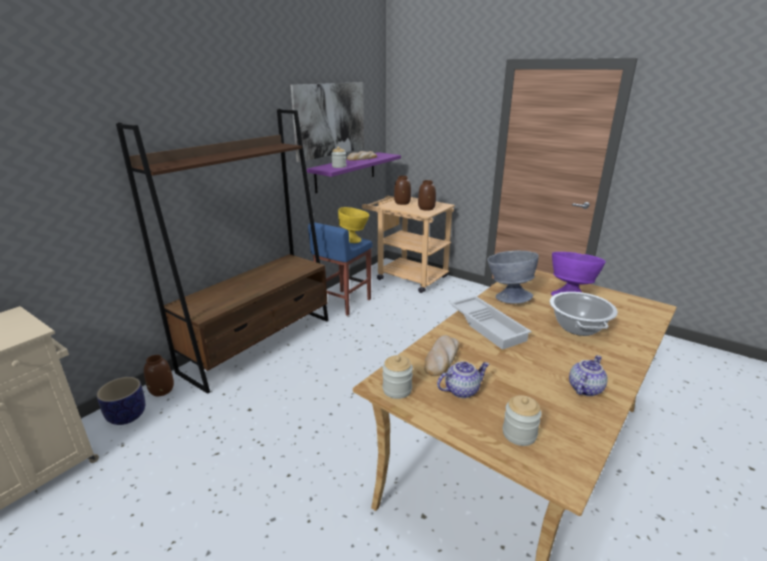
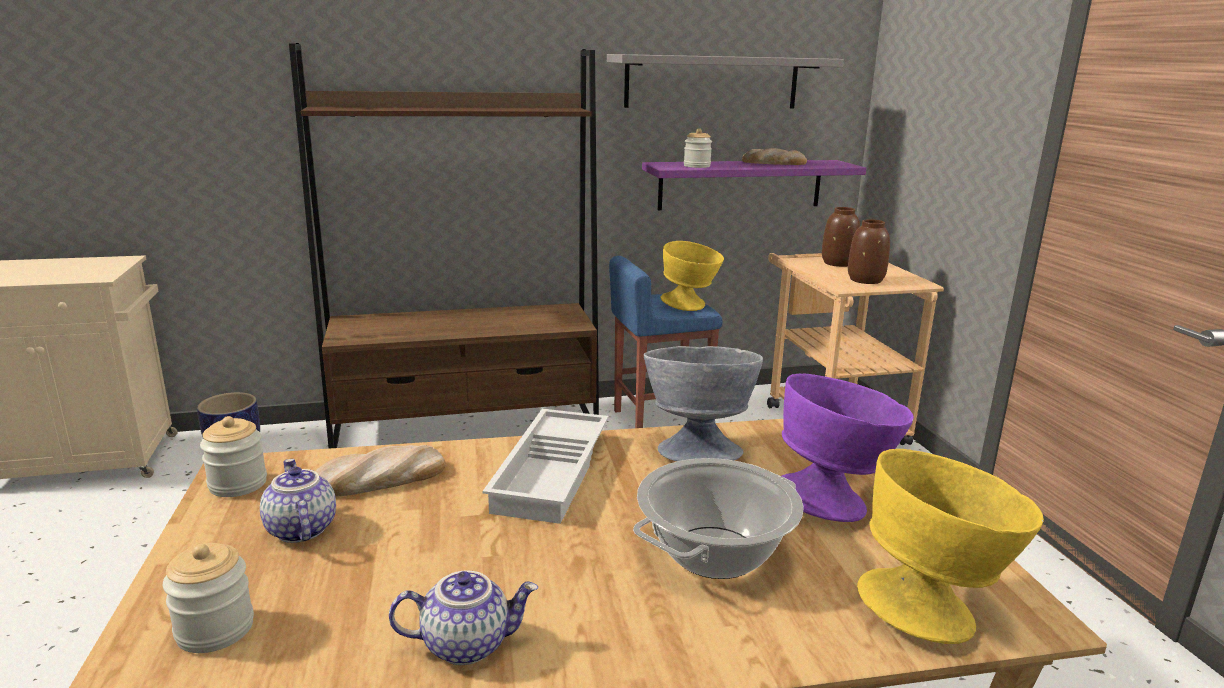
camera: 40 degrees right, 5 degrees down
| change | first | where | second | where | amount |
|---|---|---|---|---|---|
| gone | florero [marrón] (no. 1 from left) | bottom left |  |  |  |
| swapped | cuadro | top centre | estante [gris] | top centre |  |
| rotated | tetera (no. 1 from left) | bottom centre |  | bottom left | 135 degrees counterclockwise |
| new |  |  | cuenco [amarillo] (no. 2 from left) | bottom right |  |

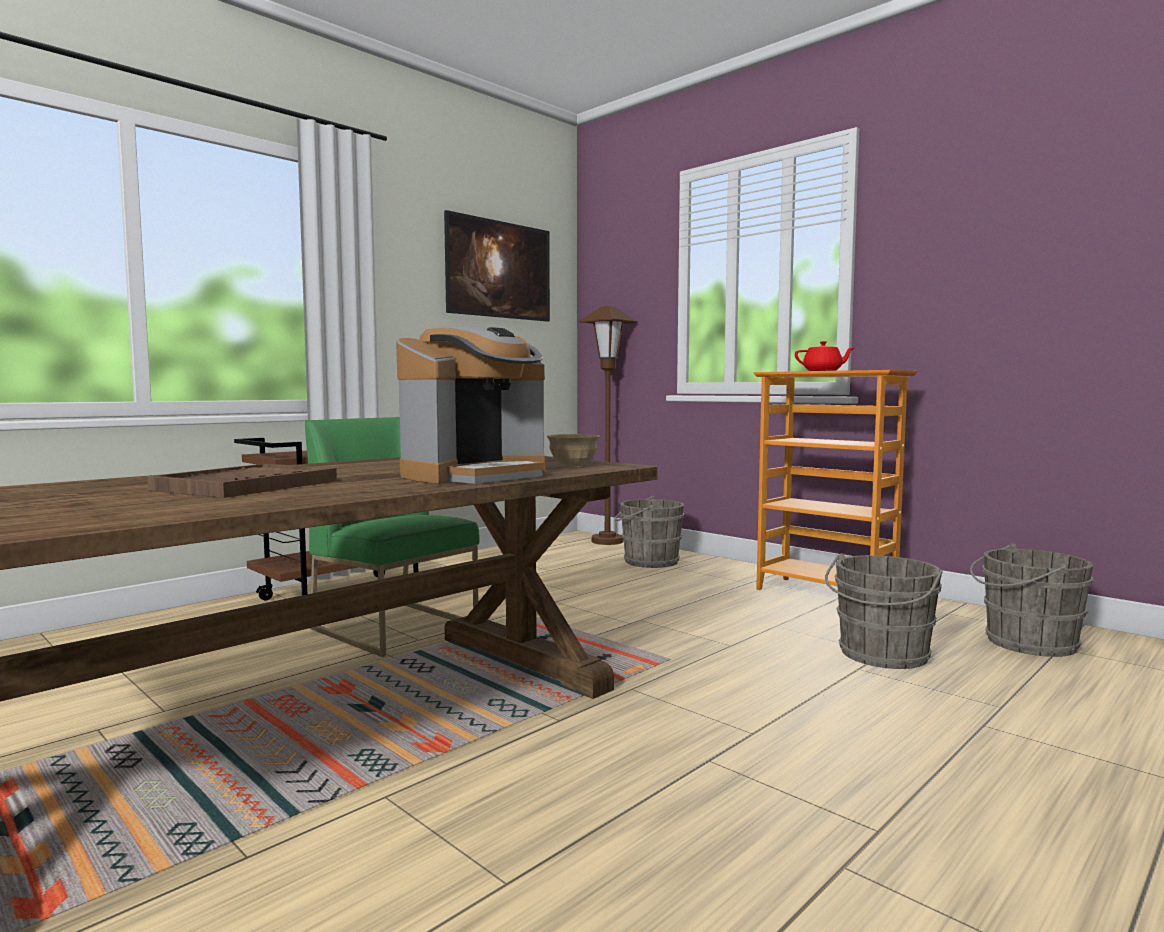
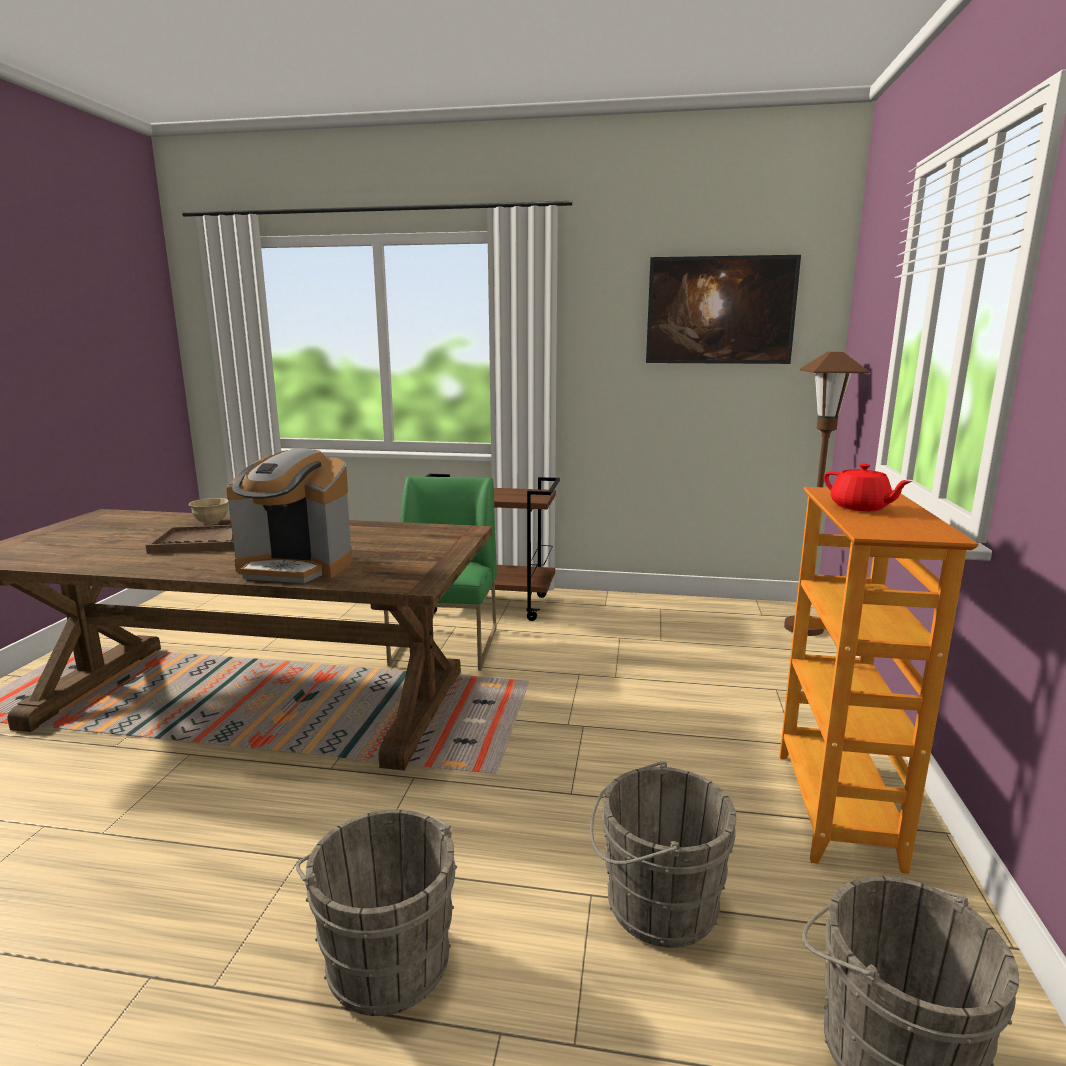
camera: 55 degrees right, 10 degrees up
| change | first | where | second | where | amount |
|---|---|---|---|---|---|
| shifted | cuenco [beis] | centre |  | middle left |  |
| shifted | cubo [gris] (no. 1 from left) | centre |  | bottom centre |  |

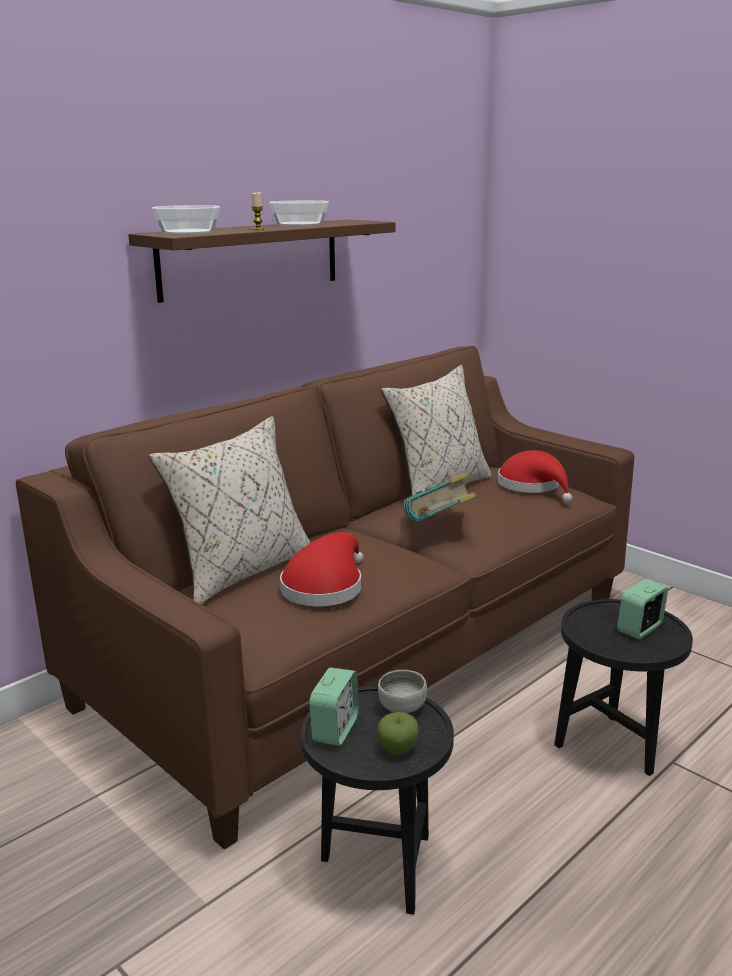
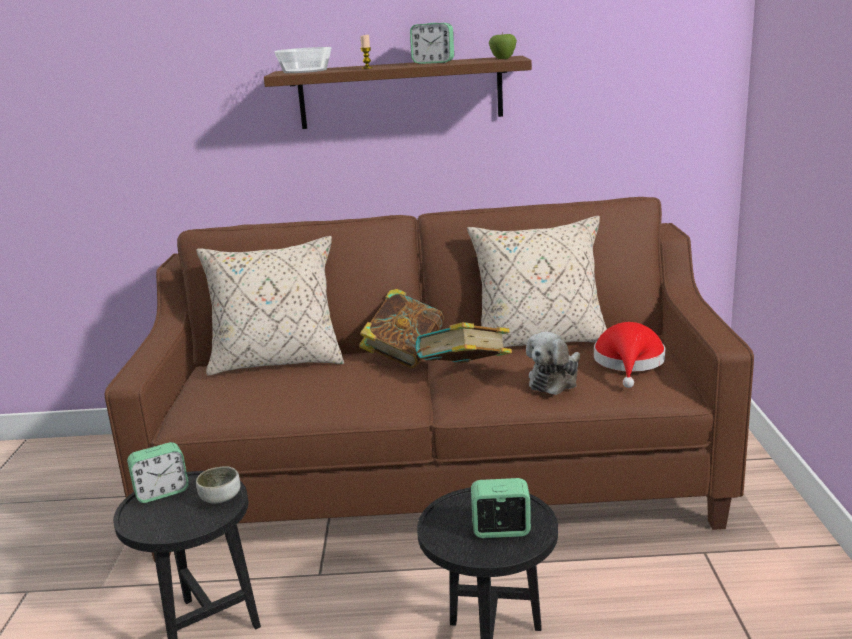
camera: 45 degrees right, 0 degrees up
| change | first | where | second | where | amount |
|---|---|---|---|---|---|
| swapped | cuenco (no. 2 from left) | top centre | despertador (no. 2 from left) | top centre |  |
| gone | sombrero [rojo] (no. 1 from left) | centre |  |  |  |
| shifted | manzana | bottom centre |  | top centre |  |
| new |  |  | libro (no. 1 from left) | centre |  |
| new |  |  | peluche | centre |  |

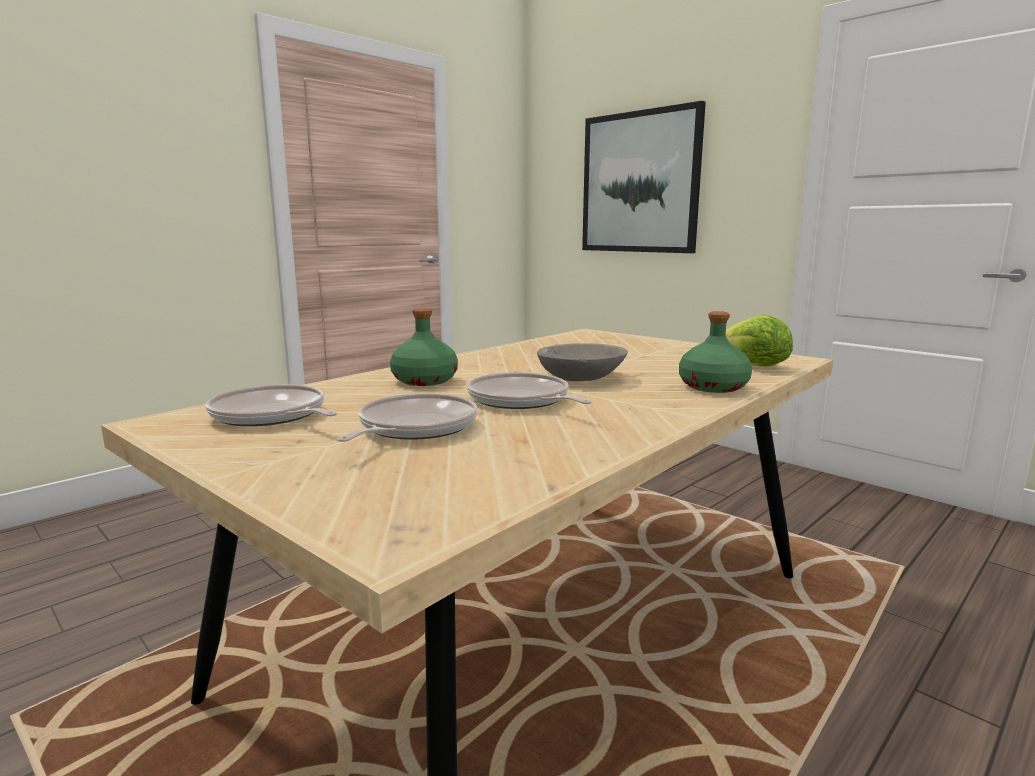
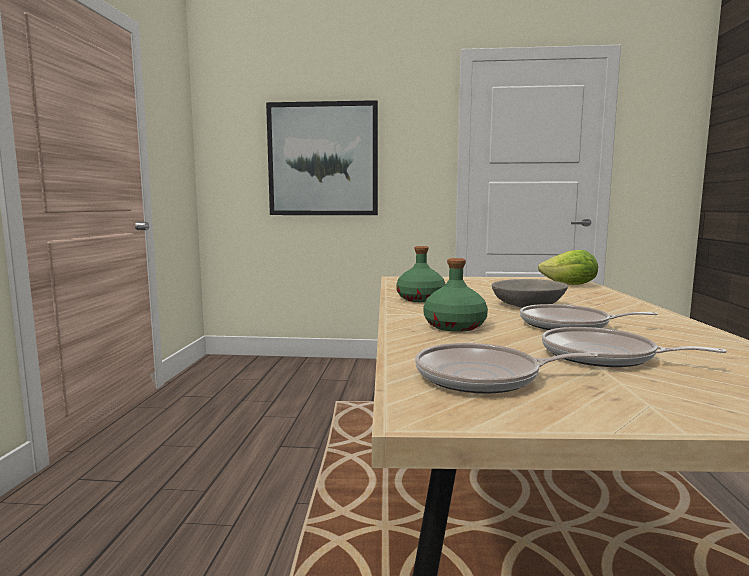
camera: 40 degrees left, 5 degrees down
| change | first | where | second | where | amount |
|---|---|---|---|---|---|
| rotated | sartén (no. 2 from left in the first image) | centre | sartén (no. 3 from left) | middle right | 45 degrees counterclockwise |
| shifted | botella [verde] (no. 2 from left in the first image) | middle right | botella [verde] (no. 1 from left) | centre |  |

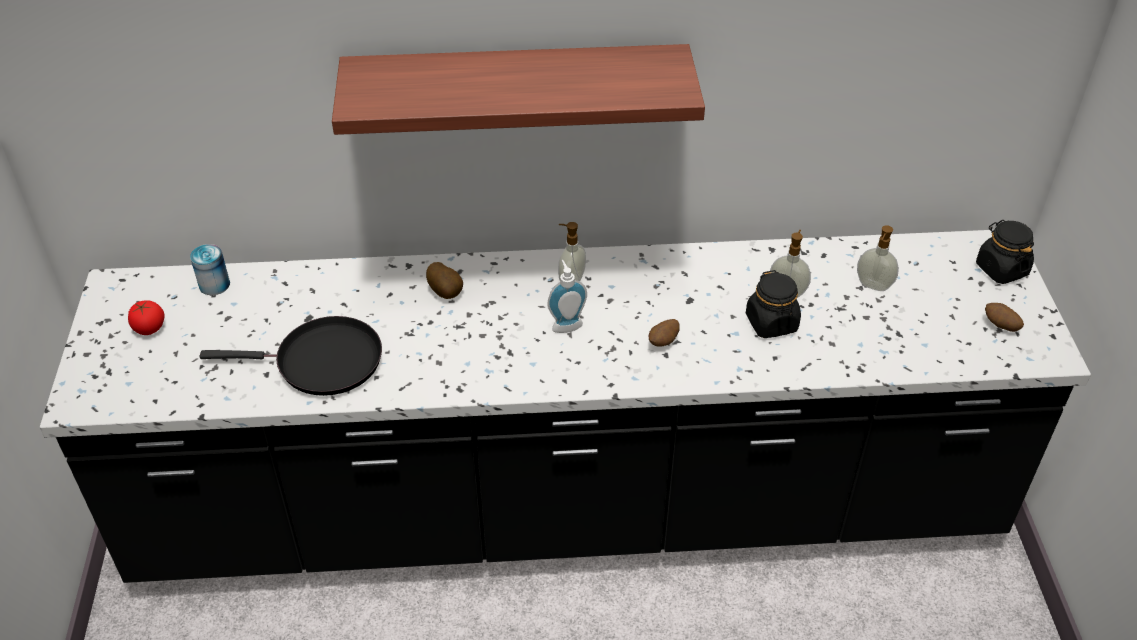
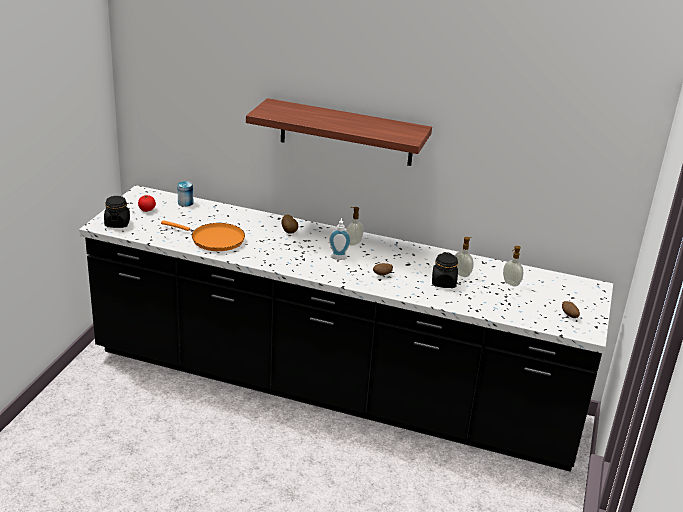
camera: 20 degrees right, 15 degrees down
| change | first | where | second | where | amount |
|---|---|---|---|---|---|
| repainted | sartén [negro] | middle left | sartén [naranja] | middle left |  |
| shifted | tarro [negro] (no. 2 from left in the first image) | middle right | tarro [negro] (no. 1 from left) | middle left |  |

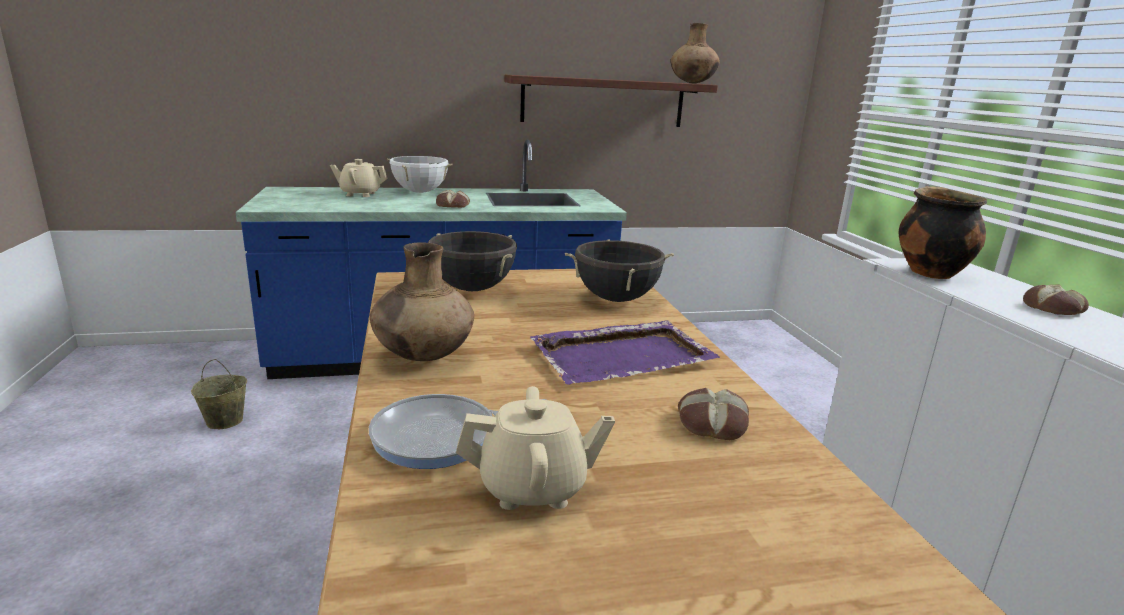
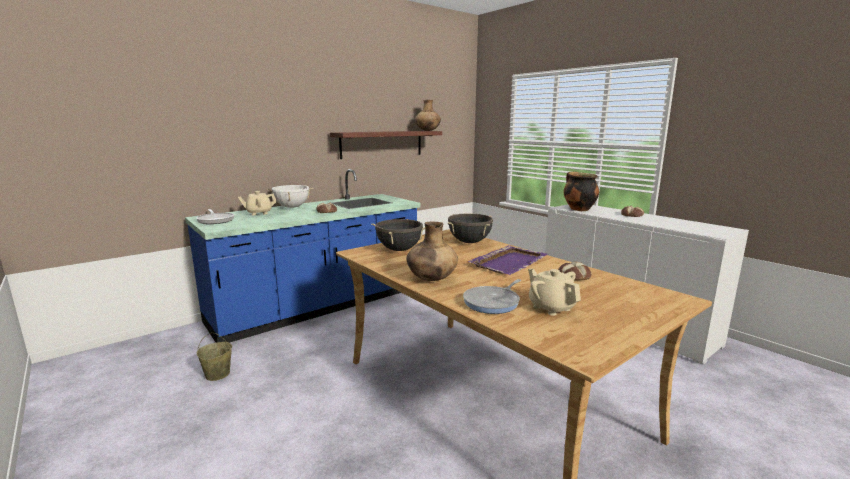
camera: 25 degrees left, 5 degrees down
| change | first | where | second | where | amount |
|---|---|---|---|---|---|
| rotated | tetera [beis] (no. 2 from left) | bottom centre |  | centre | 90 degrees counterclockwise |
| new |  |  | sartén (no. 1 from left) | middle left |  |

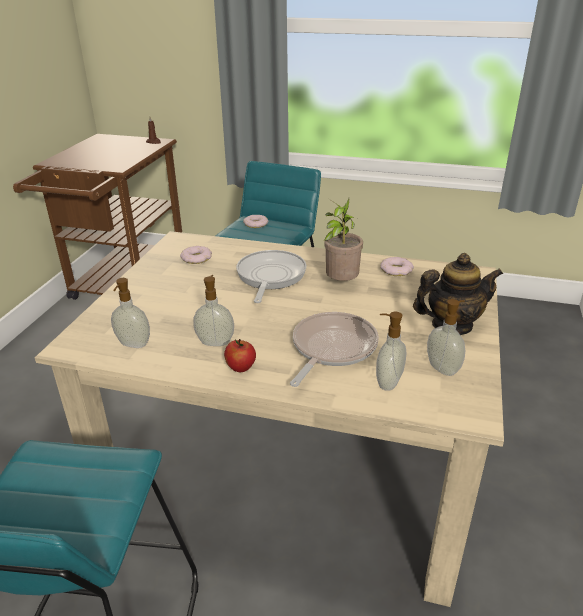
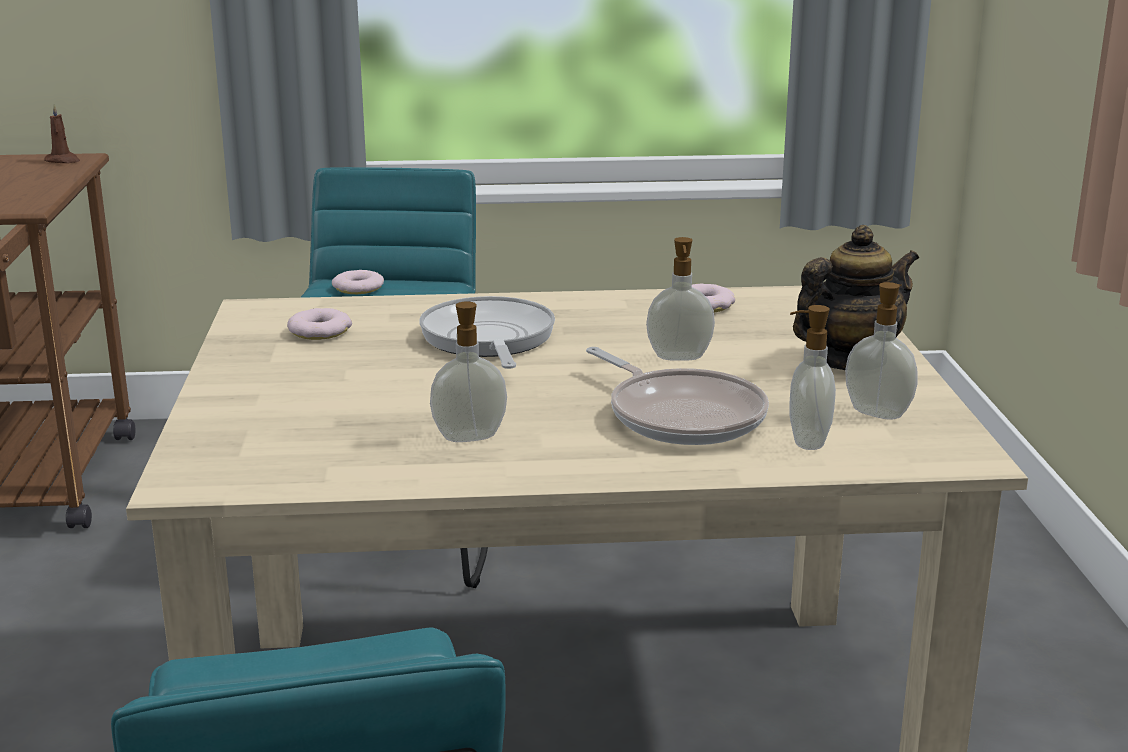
camera: 20 degrees left, 10 degrees down
| change | first | where | second | where | amount |
|---|---|---|---|---|---|
| shifted | dispensador de jabón (no. 1 from left in the first image) | middle left | dispensador de jabón (no. 2 from left) | centre |  |
| gone | manzana | centre |  |  |  |
| rotated | sartén (no. 2 from left) | centre |  | centre | 135 degrees clockwise |
| gone | planta en maceta | centre |  |  |  |

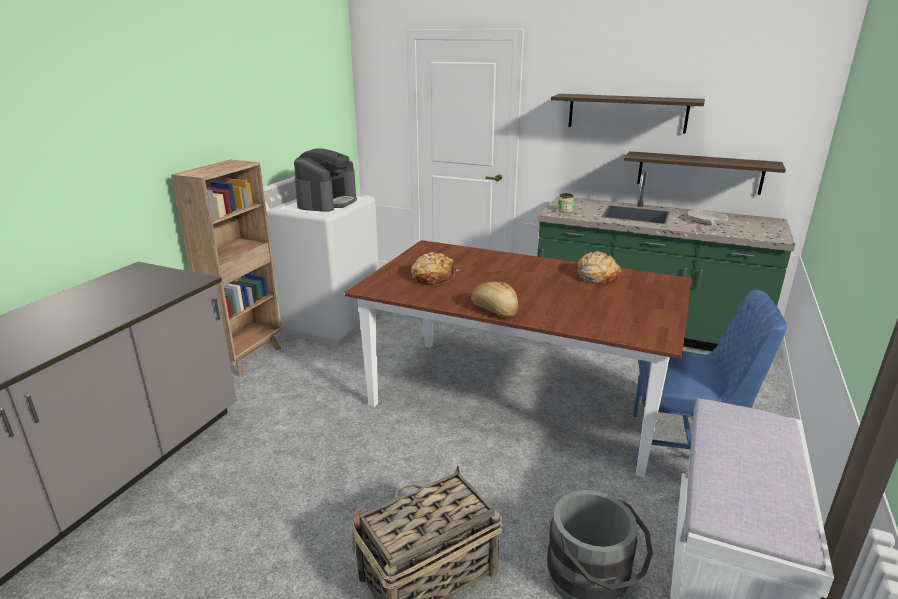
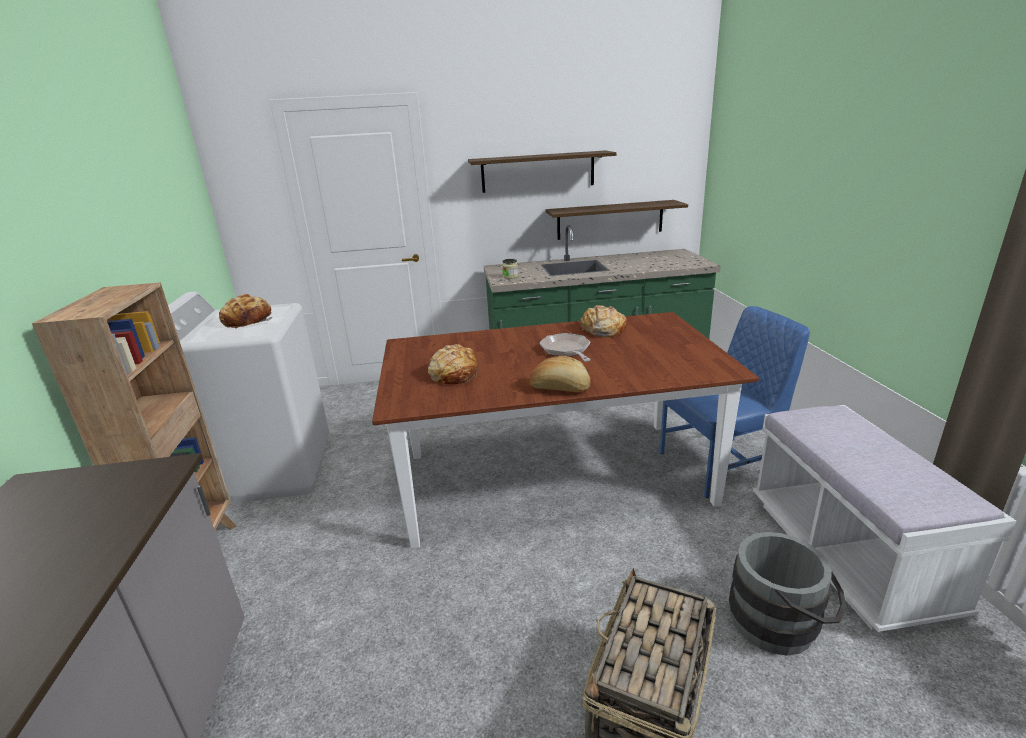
camera: 30 degrees left, 0 degrees up
| change | first | where | second | where | amount |
|---|---|---|---|---|---|
| swapped | cafetera | top centre | pan (no. 1 from left) | middle left |  |
| shifted | sartén | middle right |  | centre |  |

